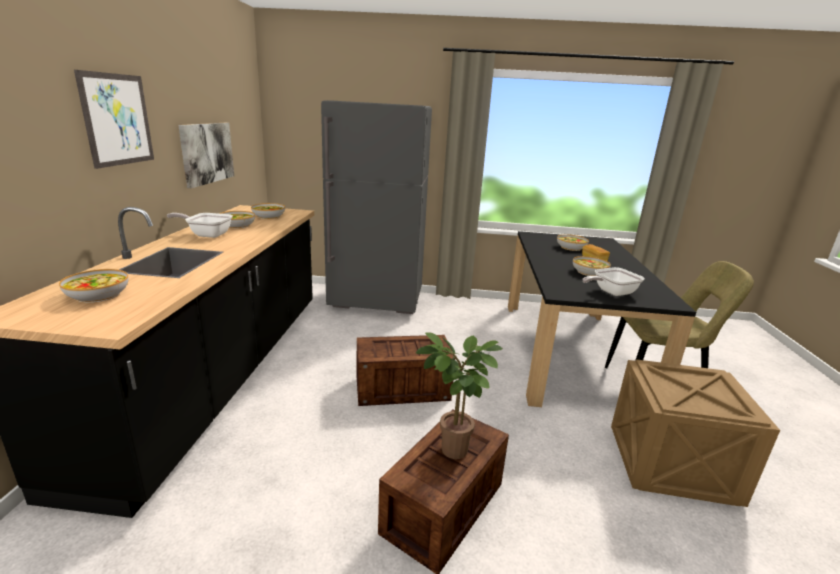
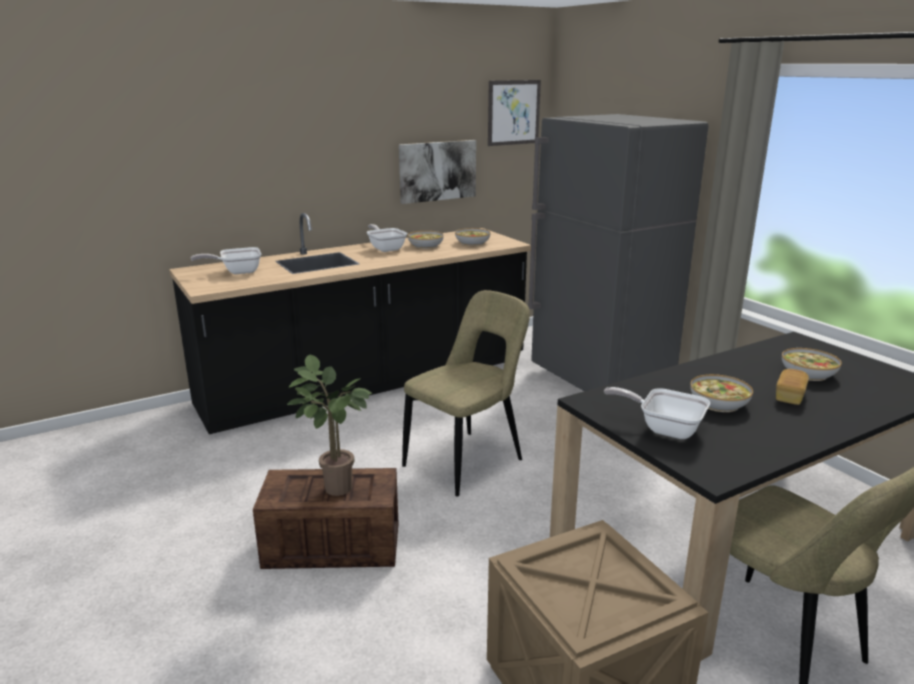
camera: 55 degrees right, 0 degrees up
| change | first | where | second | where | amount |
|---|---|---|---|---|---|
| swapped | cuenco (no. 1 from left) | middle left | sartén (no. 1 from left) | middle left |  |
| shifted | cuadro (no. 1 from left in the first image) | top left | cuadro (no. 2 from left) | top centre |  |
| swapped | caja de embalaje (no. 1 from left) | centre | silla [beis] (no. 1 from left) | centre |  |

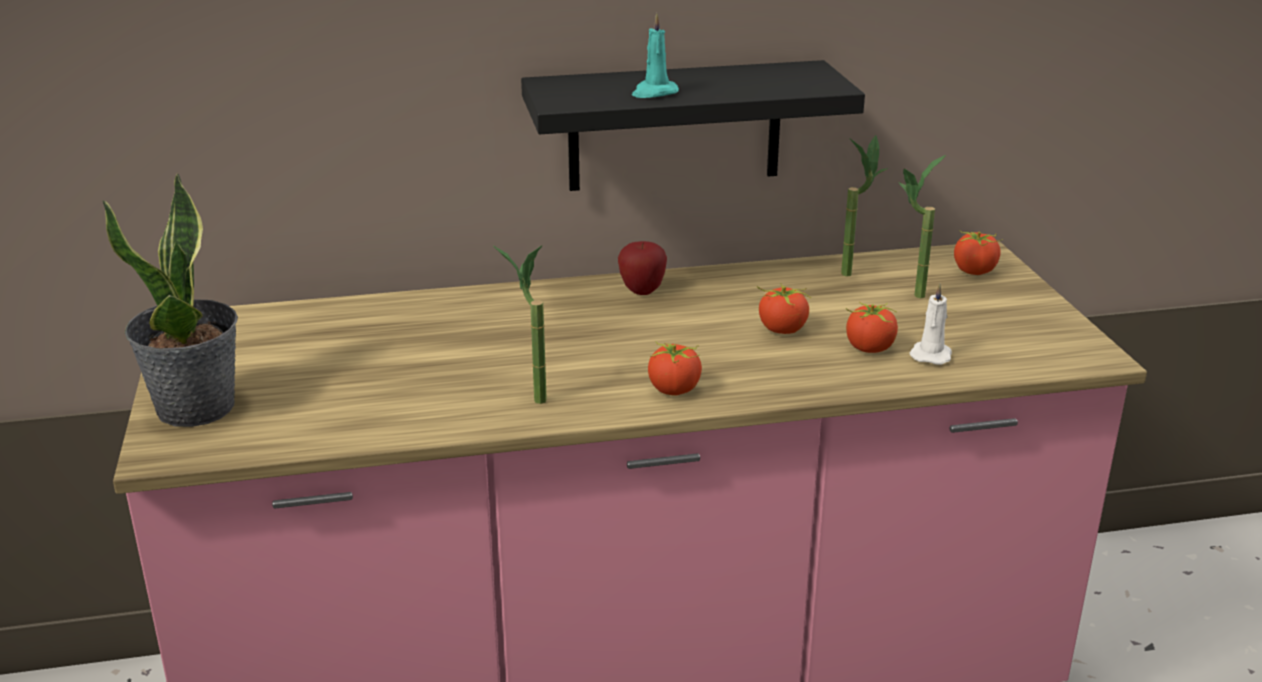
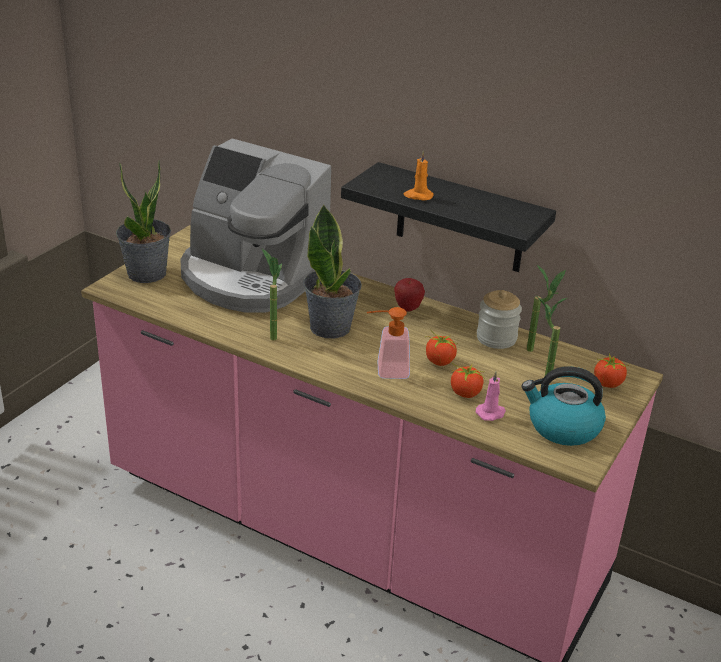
camera: 40 degrees right, 5 degrees up
| change | first | where | second | where | amount |
|---|---|---|---|---|---|
| repainted | vela [turquesa] | top centre | vela [naranja] | top centre |  |
| gone | tomate (no. 1 from left) | centre |  |  |  |
| repainted | vela [blanco] | middle right | vela [rosa] | middle right |  |
| new |  |  | cafetera | centre |  |
| new |  |  | planta en maceta (no. 3 from left) | centre |  |
| new |  |  | dispensador de jabón | centre |  |
| new |  |  | tarro | middle right |  |
| new |  |  | hervidor | middle right |  |

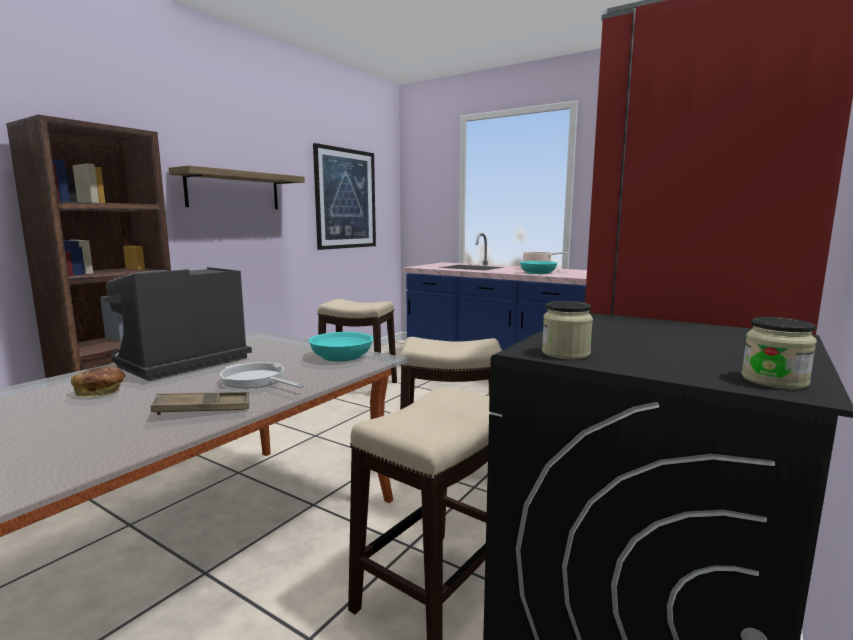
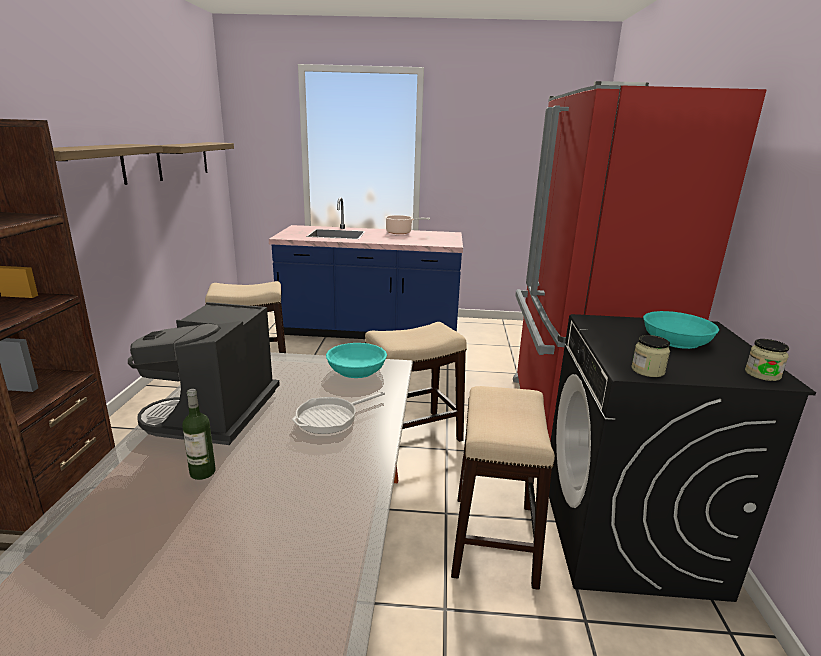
camera: 30 degrees left, 10 degrees up
| change | first | where | second | where | amount |
|---|---|---|---|---|---|
| swapped | pan | middle left | botella | middle left |  |
| gone | bandeja [marrón] | middle left |  |  |  |
| rotated | sartén | middle left |  | centre | 45 degrees counterclockwise |
| swapped | cuadro | top centre | estante (no. 2 from left) | top left |  |
| shifted | cuenco [turquesa] (no. 2 from left) | centre |  | middle right |  |

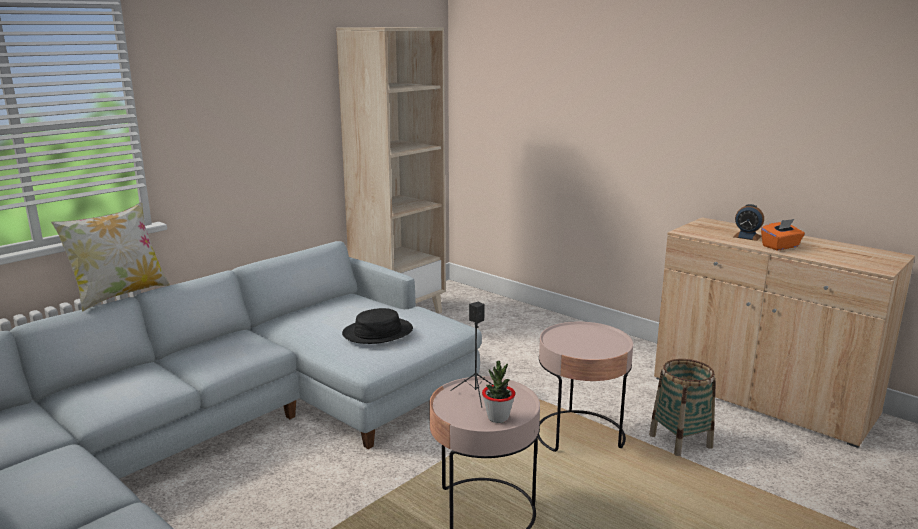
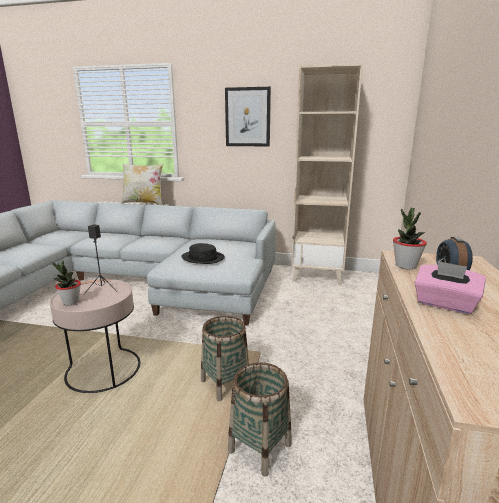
camera: 60 degrees right, 0 degrees up
| change | first | where | second | where | amount |
|---|---|---|---|---|---|
| swapped | mesa auxiliar [rosa] (no. 2 from left) | bottom centre | cesta (no. 1 from left) | bottom centre |  |
| repainted | caja de pañuelos [naranja] | middle right | caja de pañuelos [rosa] | middle right |  |
| new |  |  | cuadro | top centre |  |
| new |  |  | planta en maceta (no. 2 from left) | middle right |  |

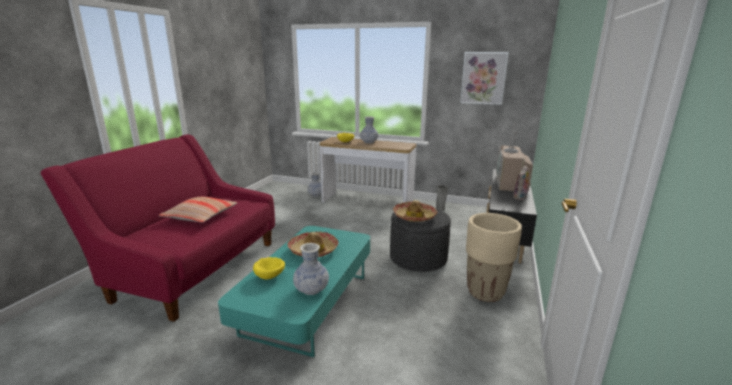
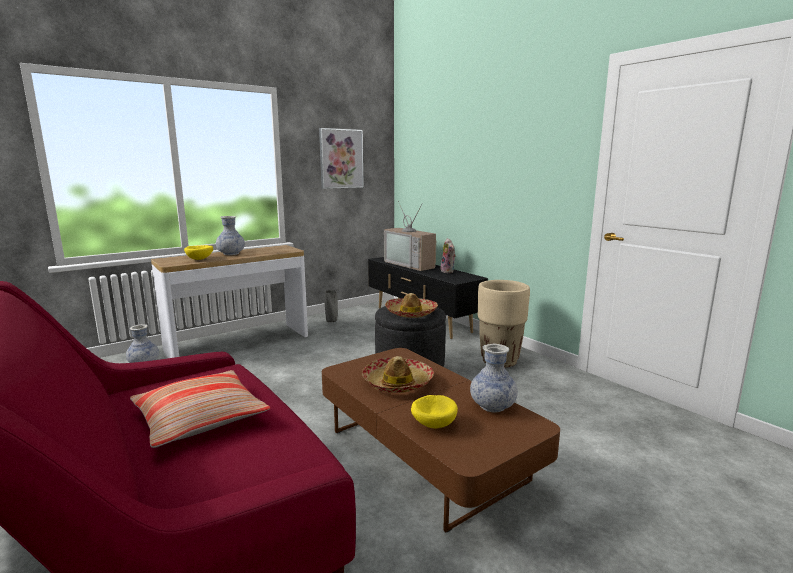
camera: 55 degrees left, 5 degrees down
| change | first | where | second | where | amount |
|---|---|---|---|---|---|
| repainted | mesa de centro [turquesa] | bottom centre | mesa de centro [marrón] | bottom centre |  |

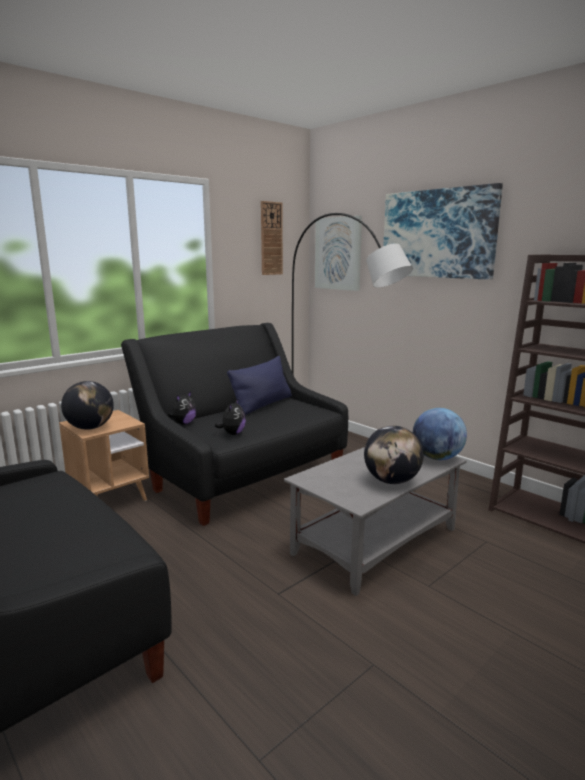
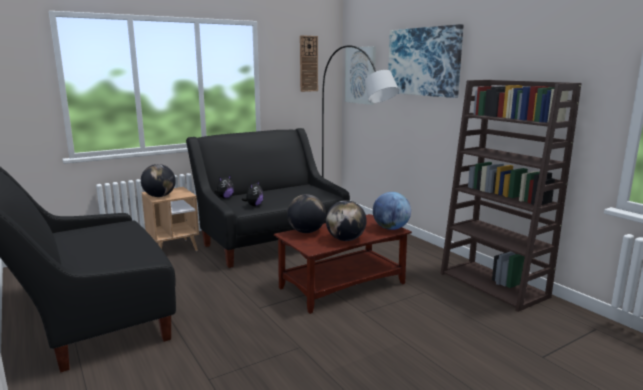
camera: 10 degrees right, 0 degrees up
| change | first | where | second | where | amount |
|---|---|---|---|---|---|
| gone | cojín [azul] | centre |  |  |  |
| repainted | mesa de centro [gris] | bottom centre | mesa de centro [marrón] | bottom centre |  |
| new |  |  | globo terráqueo (no. 2 from left) | centre |  |

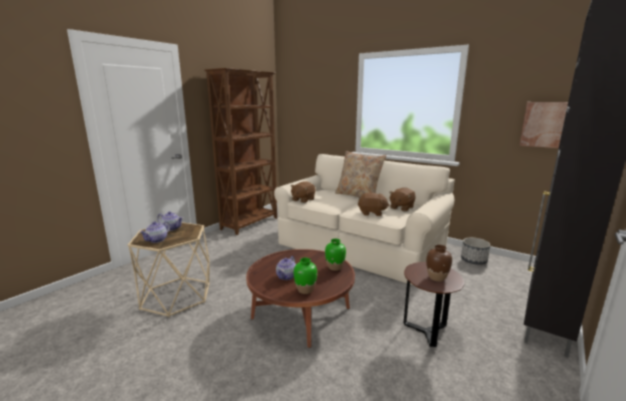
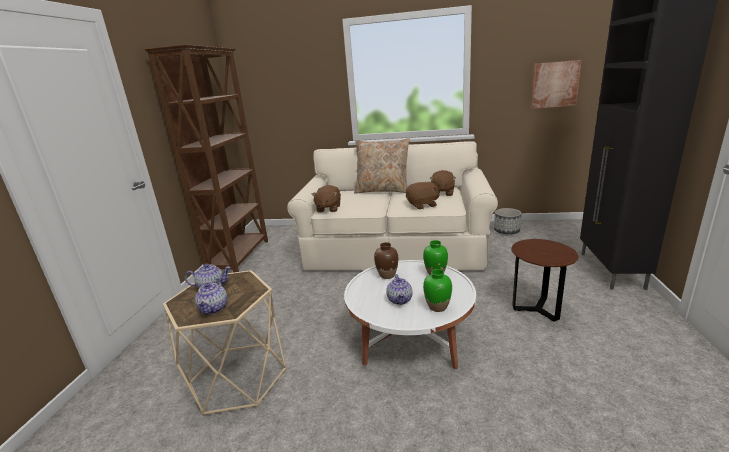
camera: 25 degrees left, 5 degrees up
| change | first | where | second | where | amount |
|---|---|---|---|---|---|
| repainted | mesa de centro [marrón] | bottom centre | mesa de centro [blanco] | bottom centre |  |
| shifted | florero [marrón] | middle right |  | centre |  |

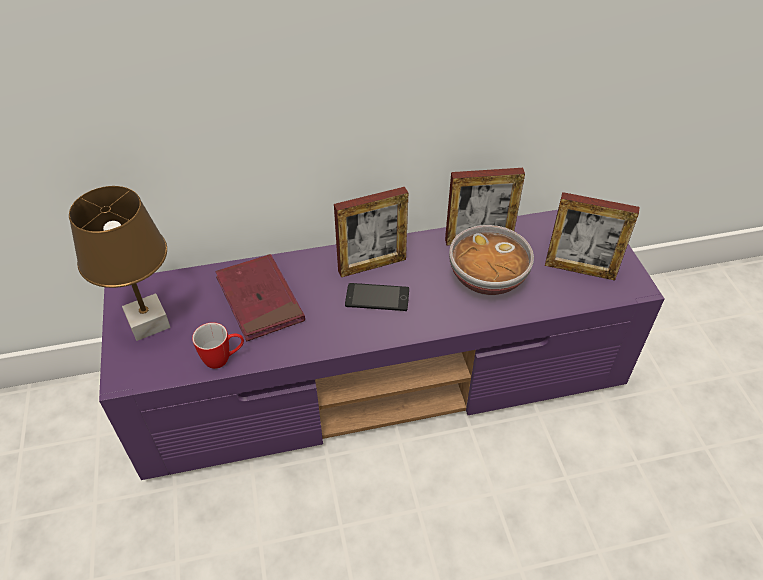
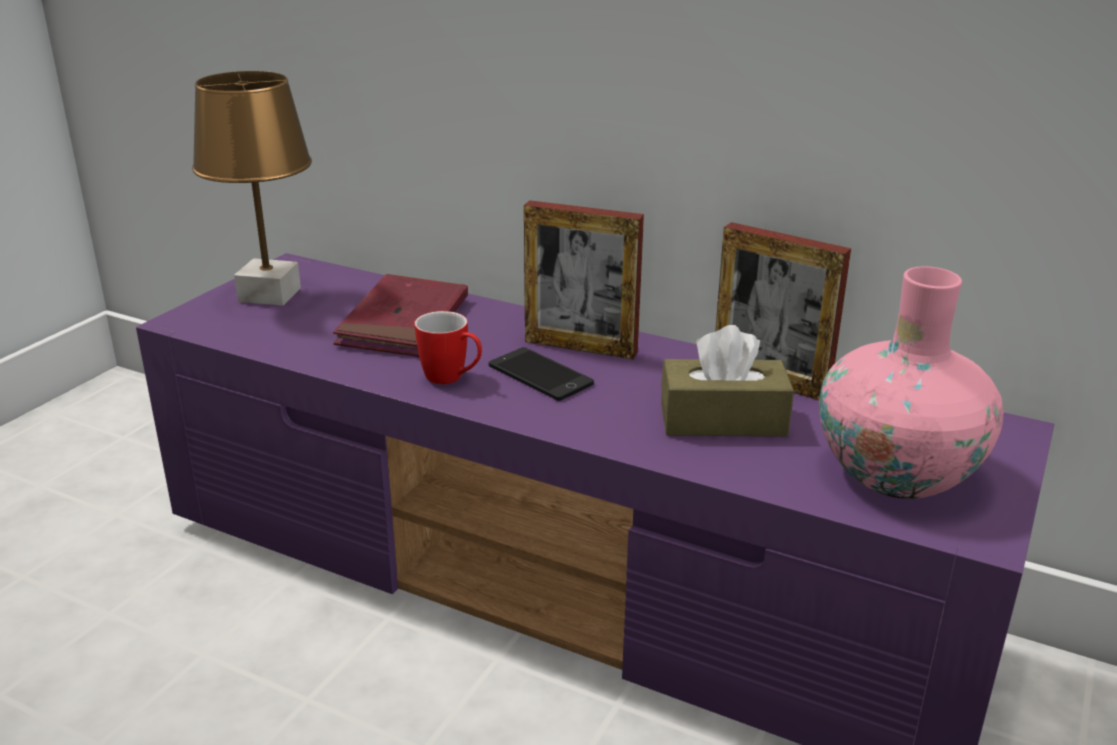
camera: 40 degrees right, 20 degrees down
| change | first | where | second | where | amount |
|---|---|---|---|---|---|
| shifted | taza grande | middle left |  | centre |  |
| swapped | cuenco | centre | caja de pañuelos [marrón] | centre |  |
| swapped | portarretratos (no. 3 from left) | middle right | florero [rosa] | middle right |  |

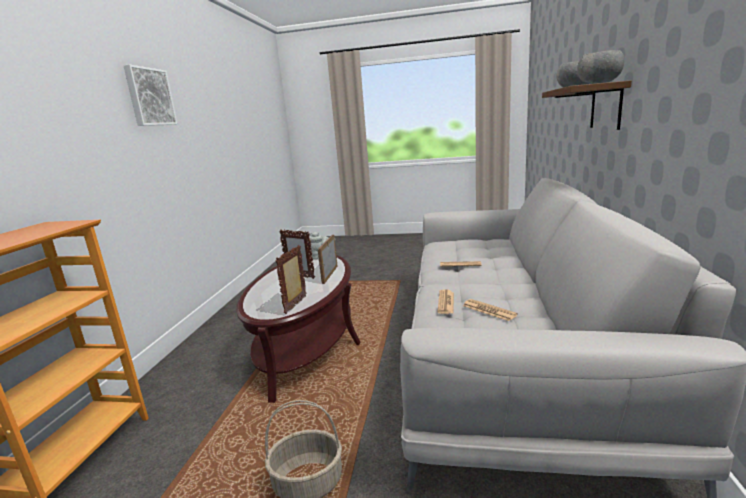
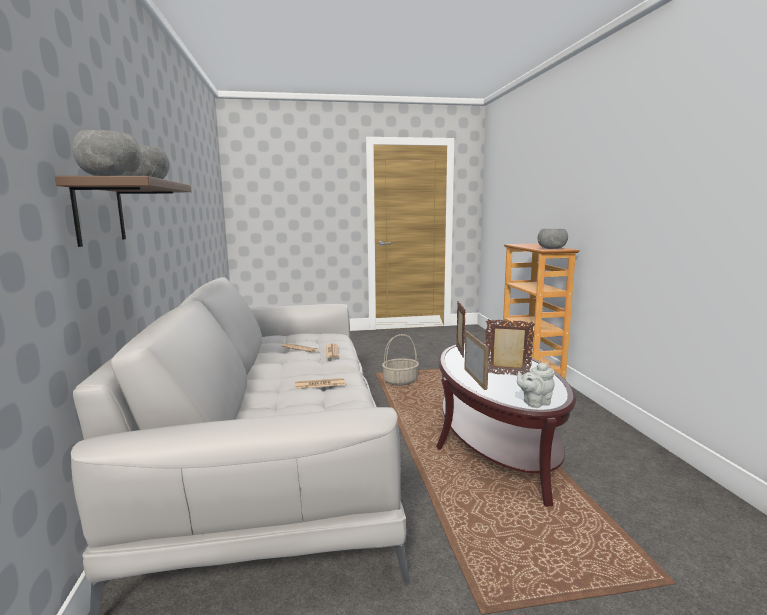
camera: 160 degrees right, 5 degrees down
| change | first | where | second | where | amount |
|---|---|---|---|---|---|
| gone | cuadro | top left |  |  |  |
| new |  |  | cuenco [gris] (no. 3 from left) | middle right |  |

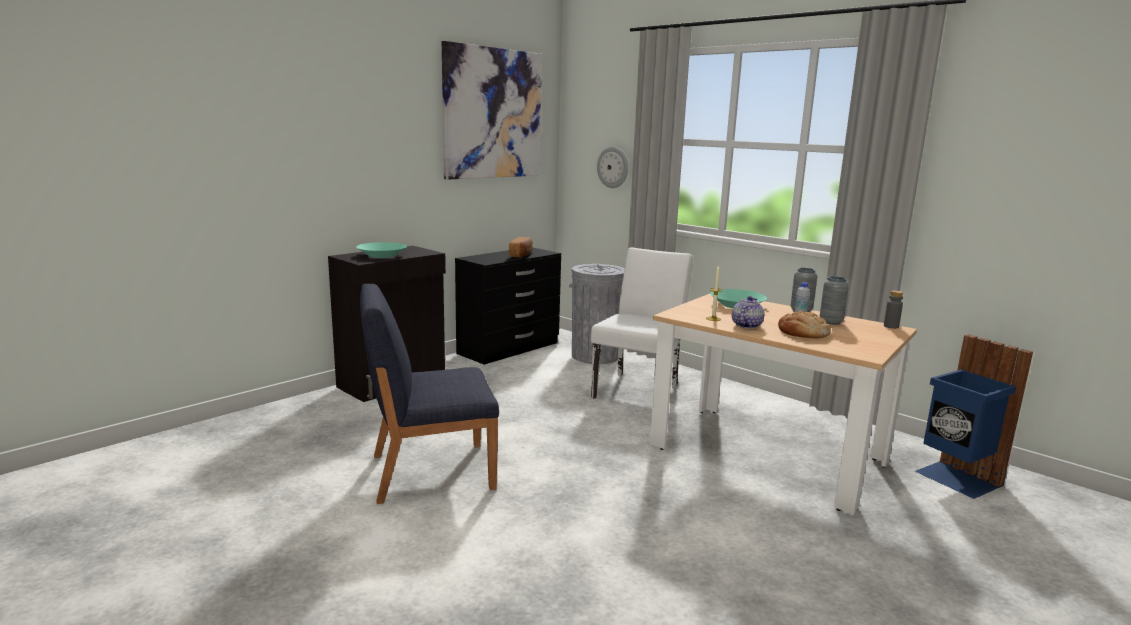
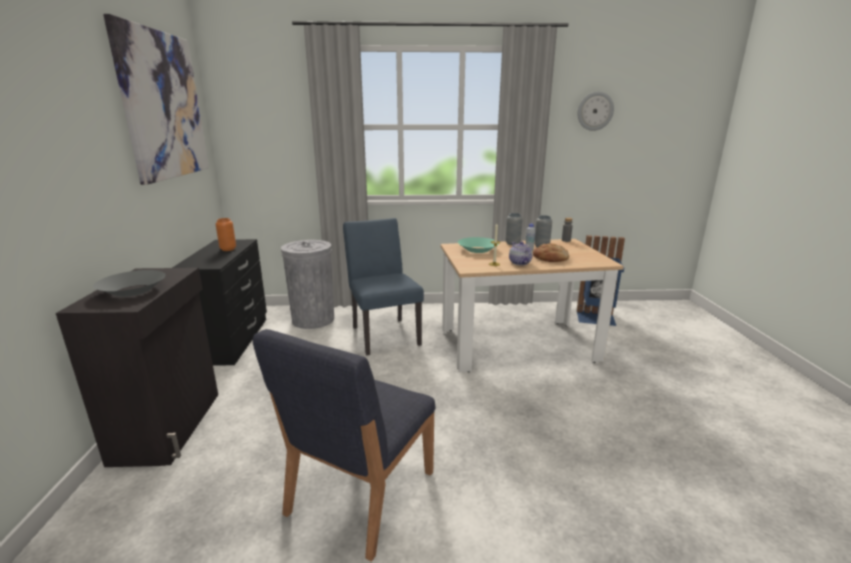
camera: 45 degrees left, 5 degrees up
| change | first | where | second | where | amount |
|---|---|---|---|---|---|
| repainted | cuenco [turquesa] (no. 1 from left) | centre | cuenco [gris] | middle left |  |
| swapped | pan (no. 1 from left) | centre | florero [naranja] | middle left |  |
| repainted | silla [blanco] | centre | silla [azul] (no. 2 from left) | centre |  |
| shifted | reloj de pared | top centre |  | top right |  |

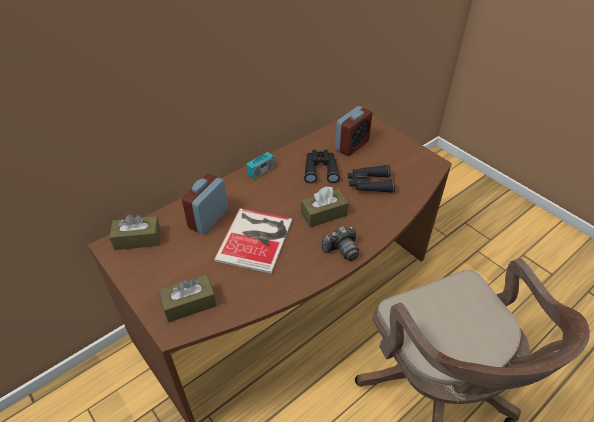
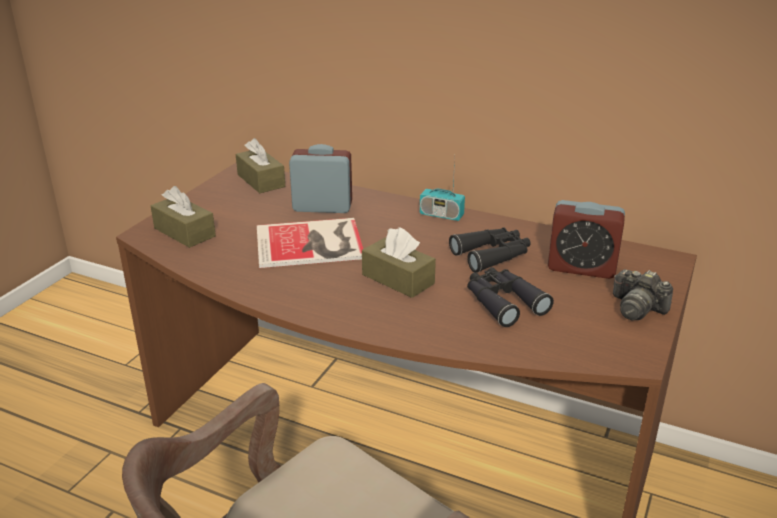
camera: 65 degrees right, 15 degrees down
| change | first | where | second | where | amount |
|---|---|---|---|---|---|
| shifted | cámara | centre |  | middle right |  |

